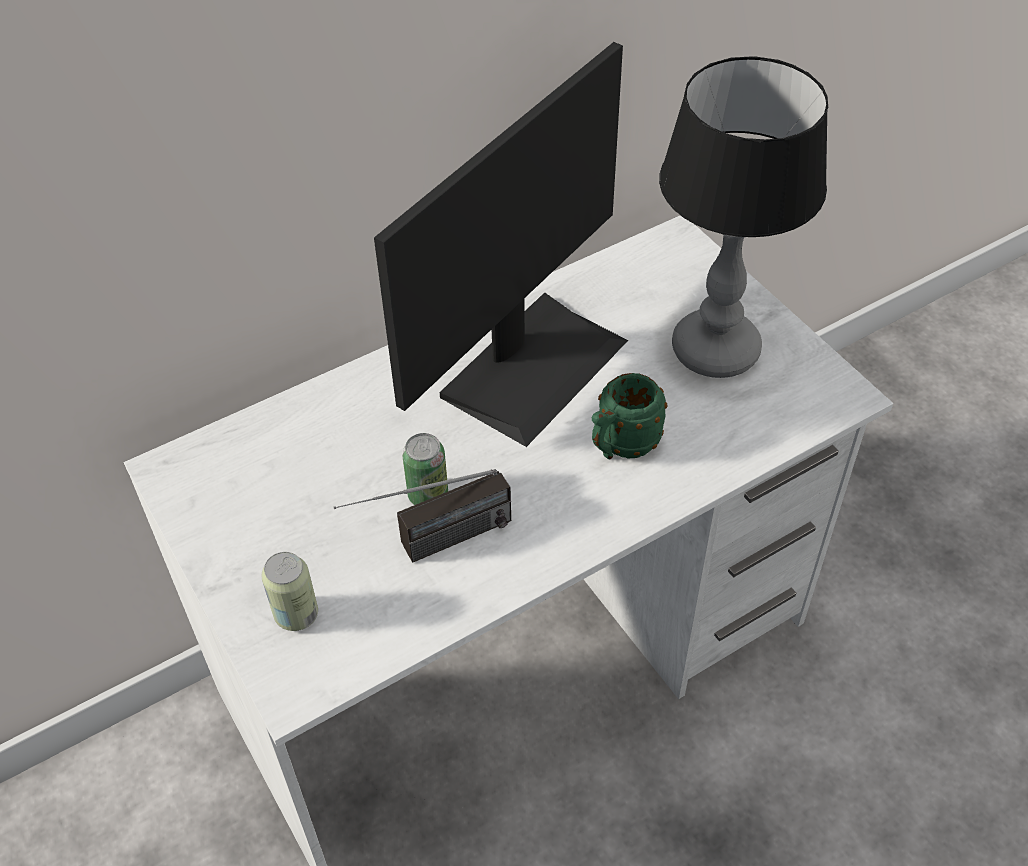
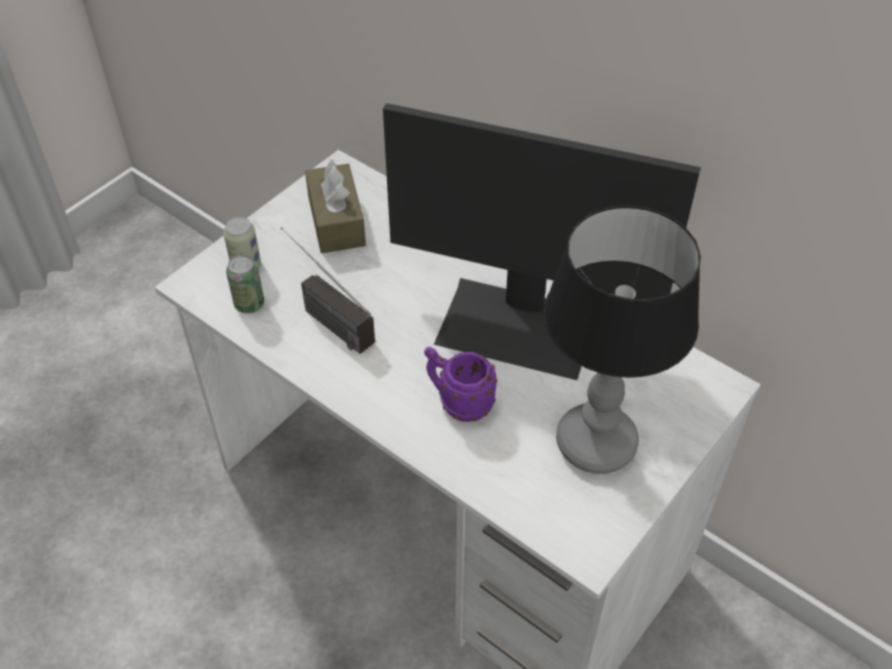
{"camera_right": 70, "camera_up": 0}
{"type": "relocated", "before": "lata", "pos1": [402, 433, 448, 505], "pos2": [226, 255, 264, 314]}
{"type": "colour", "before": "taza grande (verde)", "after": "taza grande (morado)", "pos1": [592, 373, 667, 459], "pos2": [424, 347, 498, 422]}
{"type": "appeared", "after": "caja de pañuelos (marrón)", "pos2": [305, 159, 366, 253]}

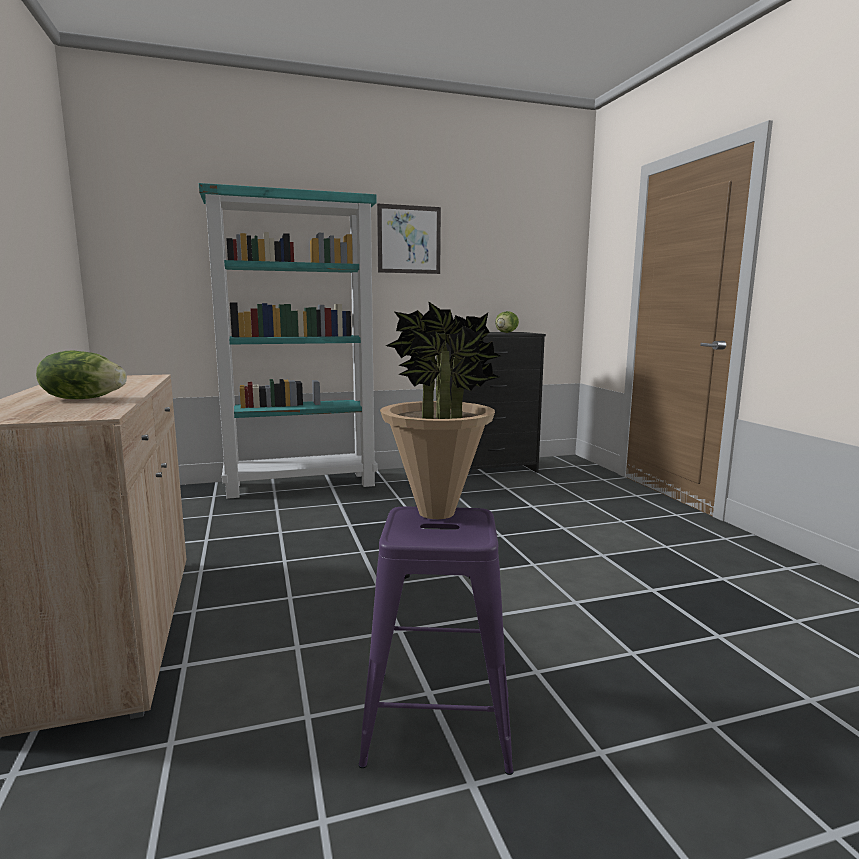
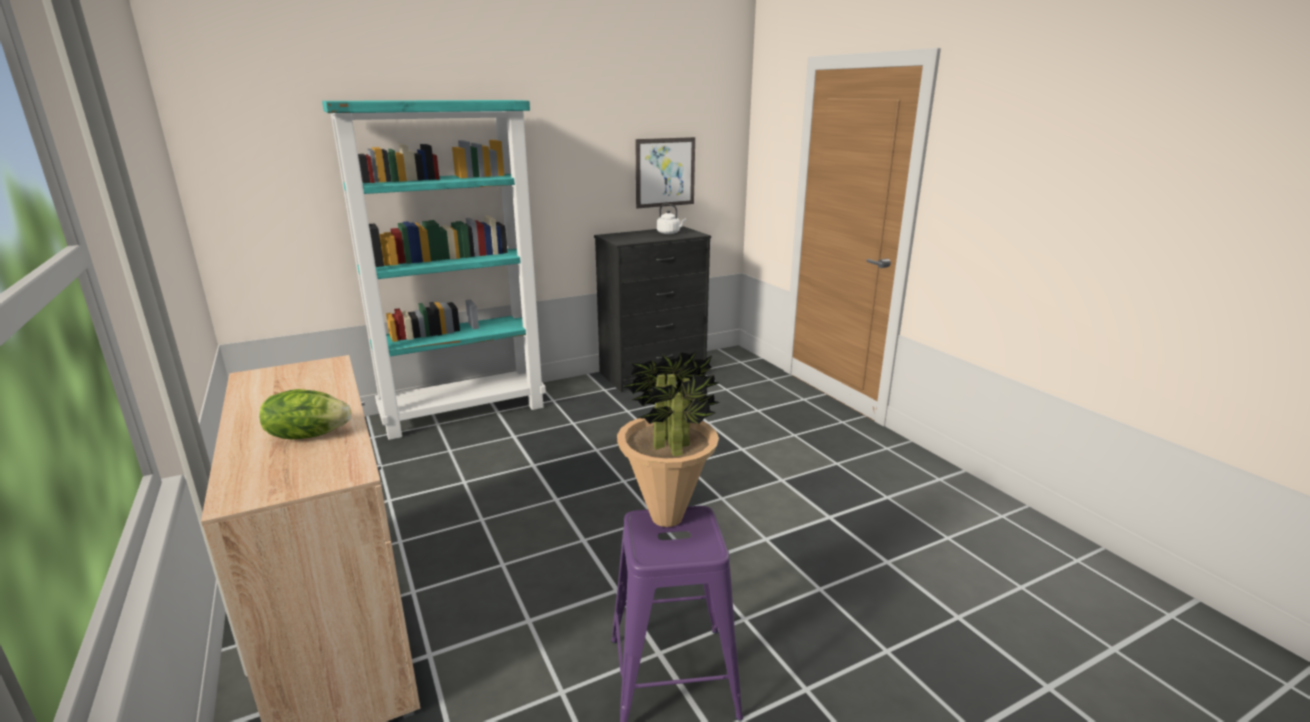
{"camera_right": -10, "camera_up": 10}
{"type": "relocated", "before": "cuadro", "pos1": [377, 203, 441, 274], "pos2": [635, 137, 695, 208]}
{"type": "exchanged", "before": "lechuga", "after": "hervidor (blanco)", "pos1": [496, 311, 519, 333], "pos2": [657, 204, 686, 234]}

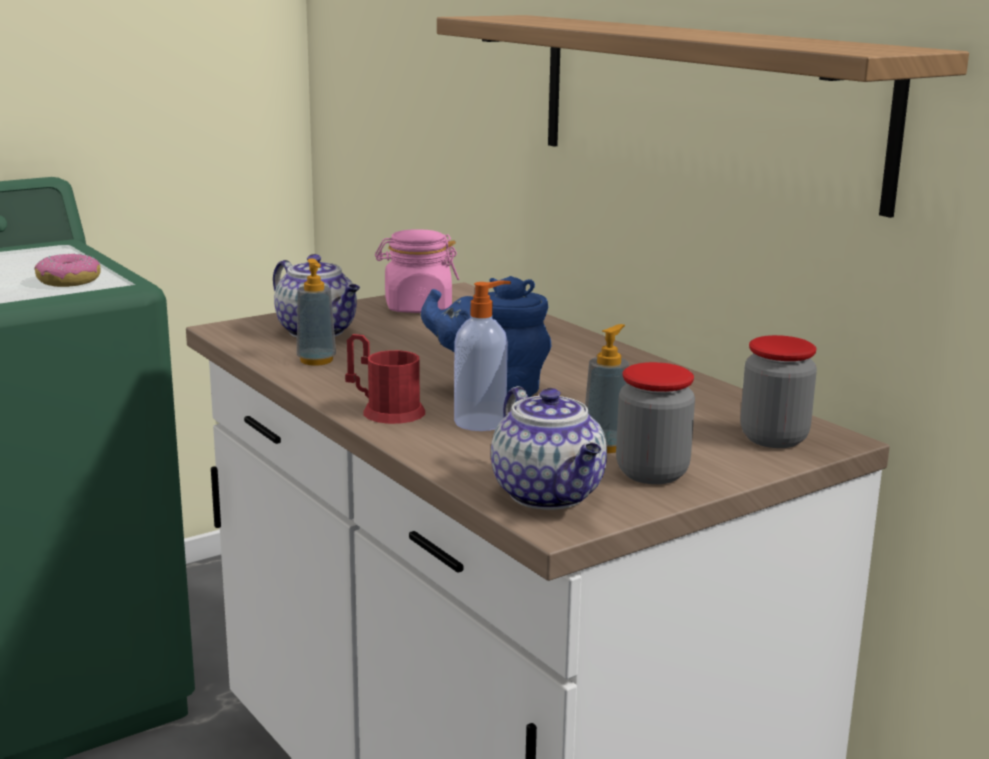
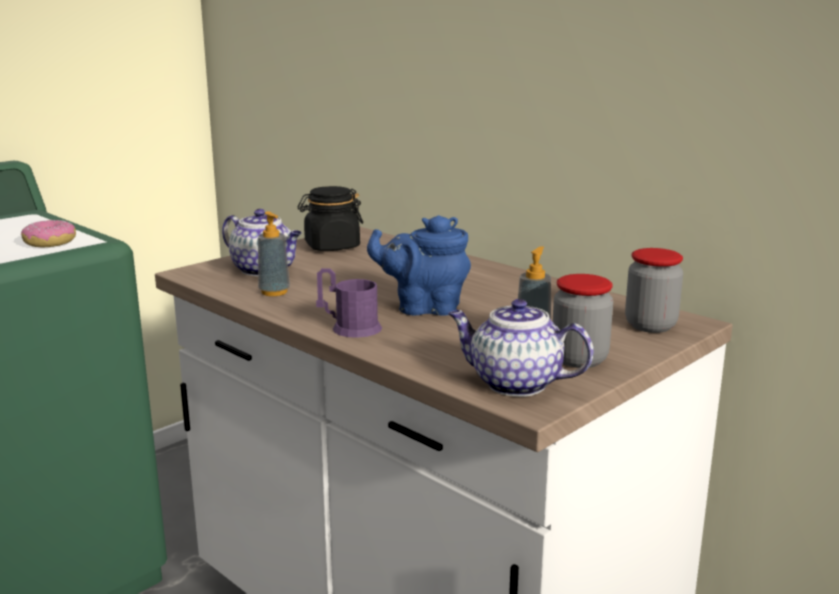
{"camera_right": -10, "camera_up": 0}
{"type": "colour", "before": "taza grande (rojo)", "after": "taza grande (morado)", "pos1": [345, 334, 425, 424], "pos2": [316, 268, 382, 338]}
{"type": "colour", "before": "tarro (rosa)", "after": "tarro (negro)", "pos1": [375, 229, 459, 313], "pos2": [298, 186, 363, 251]}
{"type": "missing", "before": "estante", "pos1": [437, 15, 969, 218]}
{"type": "missing", "before": "dispensador de jabón", "pos1": [454, 281, 511, 431]}
{"type": "spun", "before": "tetera", "pos1": [491, 386, 607, 510], "pos2": [448, 299, 594, 397], "turn": 150}

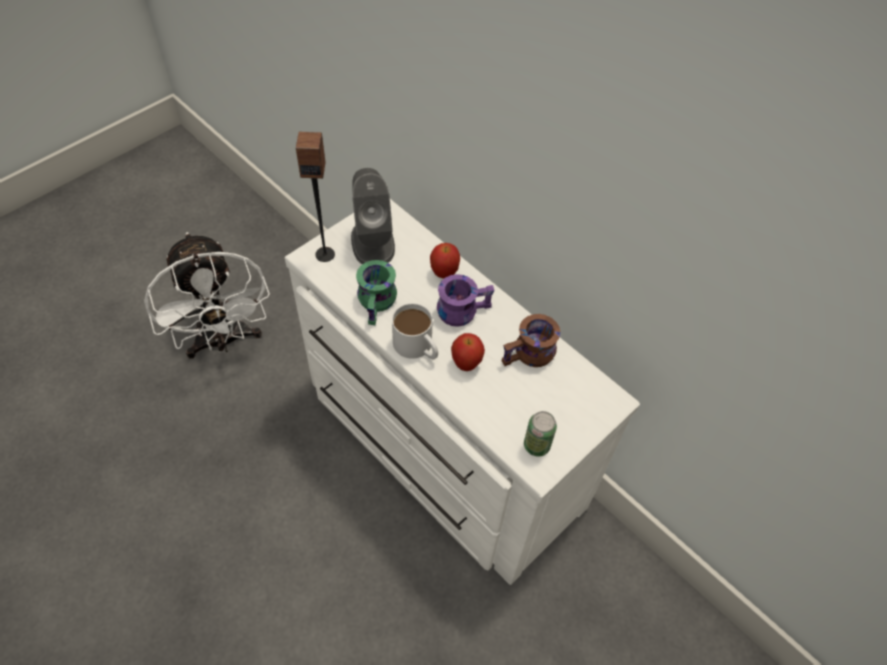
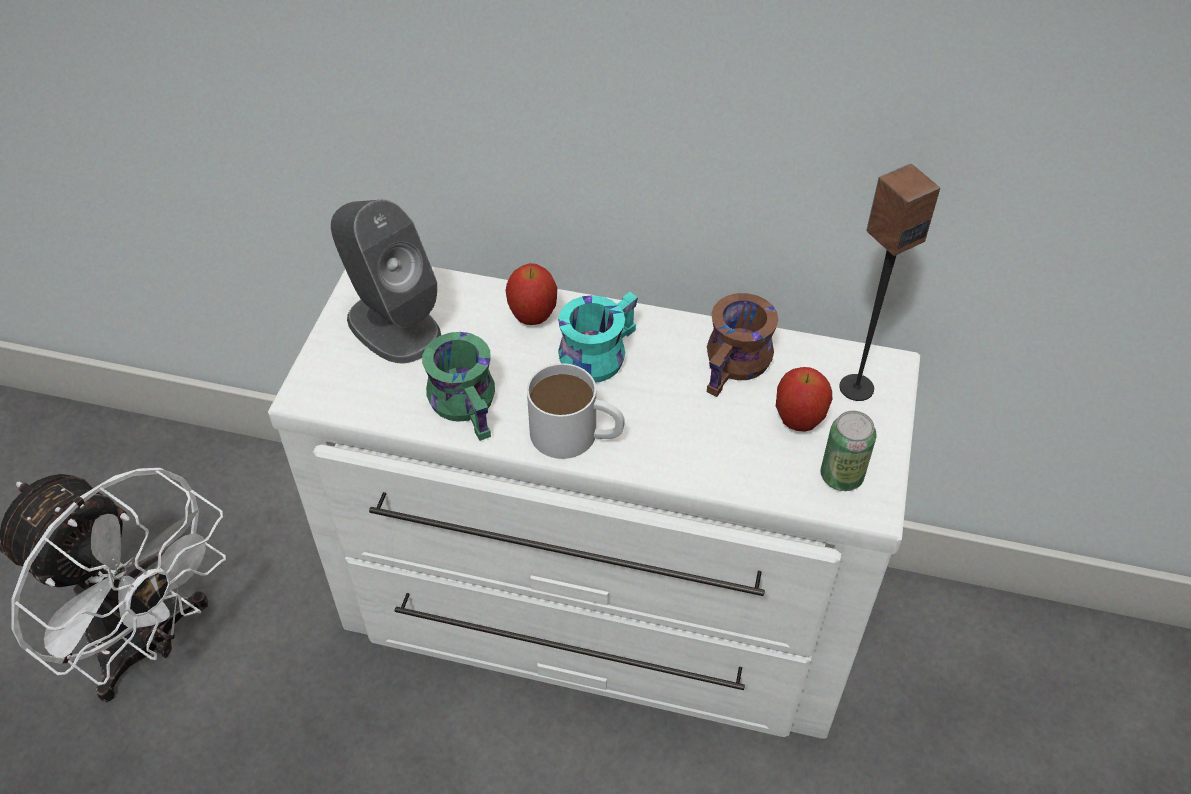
{"camera_right": -30, "camera_up": -5}
{"type": "relocated", "before": "altavoz", "pos1": [296, 131, 335, 262], "pos2": [839, 163, 940, 401]}
{"type": "colour", "before": "taza grande (morado)", "after": "taza grande (turquesa)", "pos1": [437, 274, 495, 327], "pos2": [558, 292, 638, 383]}
{"type": "relocated", "before": "manzana", "pos1": [451, 333, 485, 371], "pos2": [776, 367, 832, 432]}

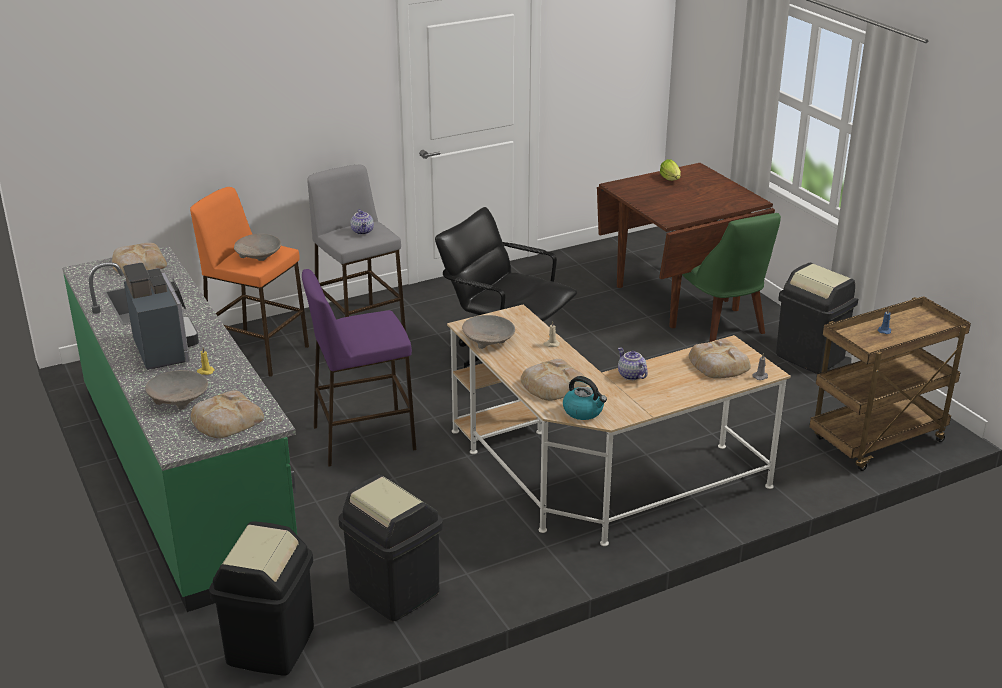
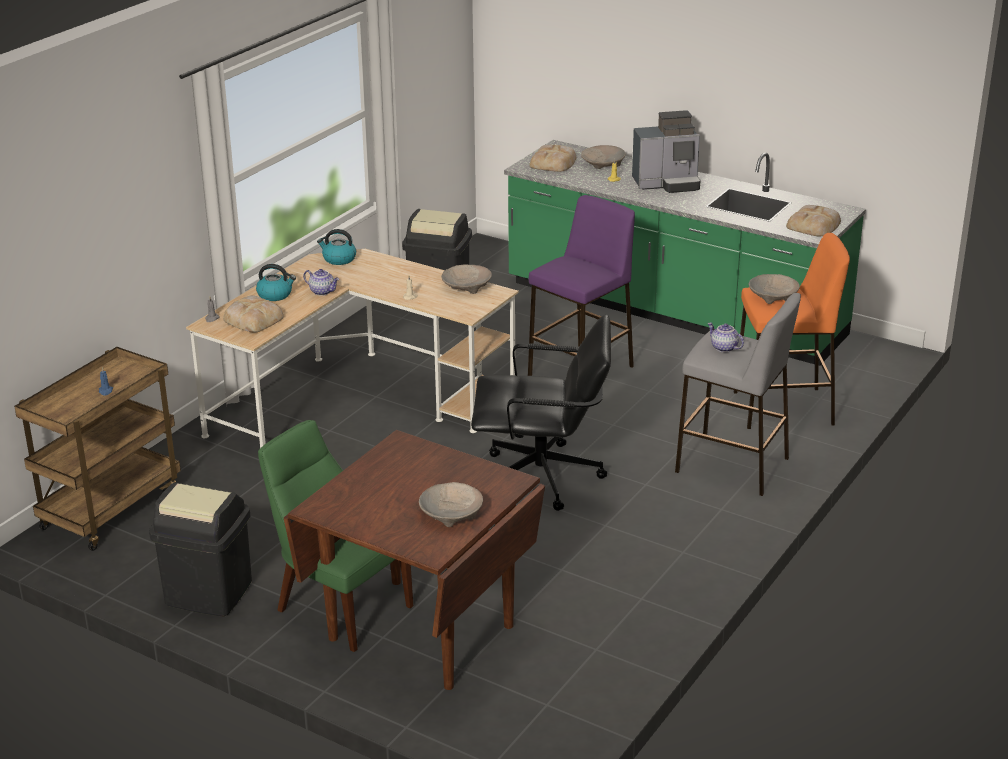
{"camera_right": 150, "camera_up": 0}
{"type": "spun", "before": "cafetera", "pos1": [123, 263, 199, 370], "pos2": [632, 110, 700, 193], "turn": -45}
{"type": "missing", "before": "papelera (negro)", "pos1": [209, 521, 314, 676]}
{"type": "missing", "before": "pan", "pos1": [521, 359, 587, 401]}
{"type": "exchanged", "before": "lechuga", "after": "cuenco (beis)", "pos1": [660, 159, 681, 181], "pos2": [419, 482, 483, 527]}
{"type": "appeared", "after": "hervidor", "pos2": [256, 264, 296, 301]}

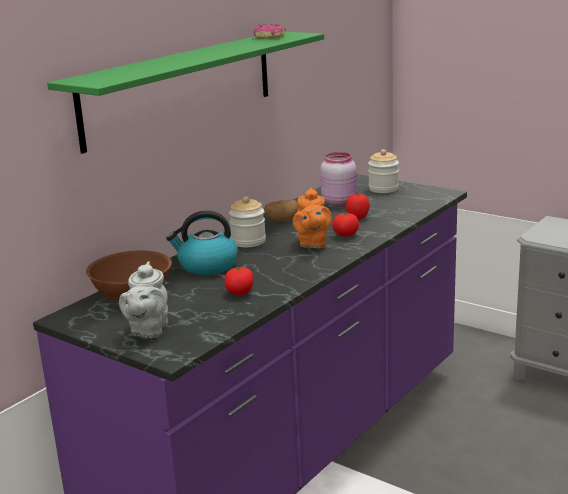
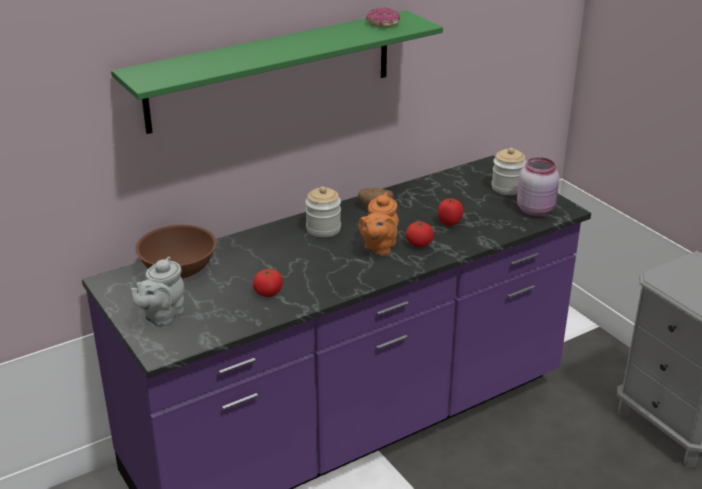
{"camera_right": 20, "camera_up": 10}
{"type": "missing", "before": "hervidor", "pos1": [166, 211, 238, 275]}
{"type": "relocated", "before": "tarro (rosa)", "pos1": [320, 152, 357, 206], "pos2": [517, 157, 559, 216]}

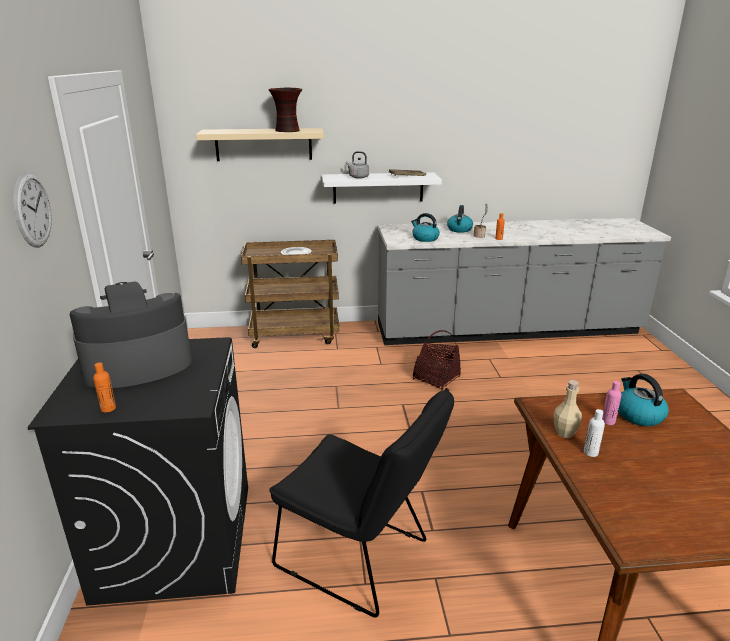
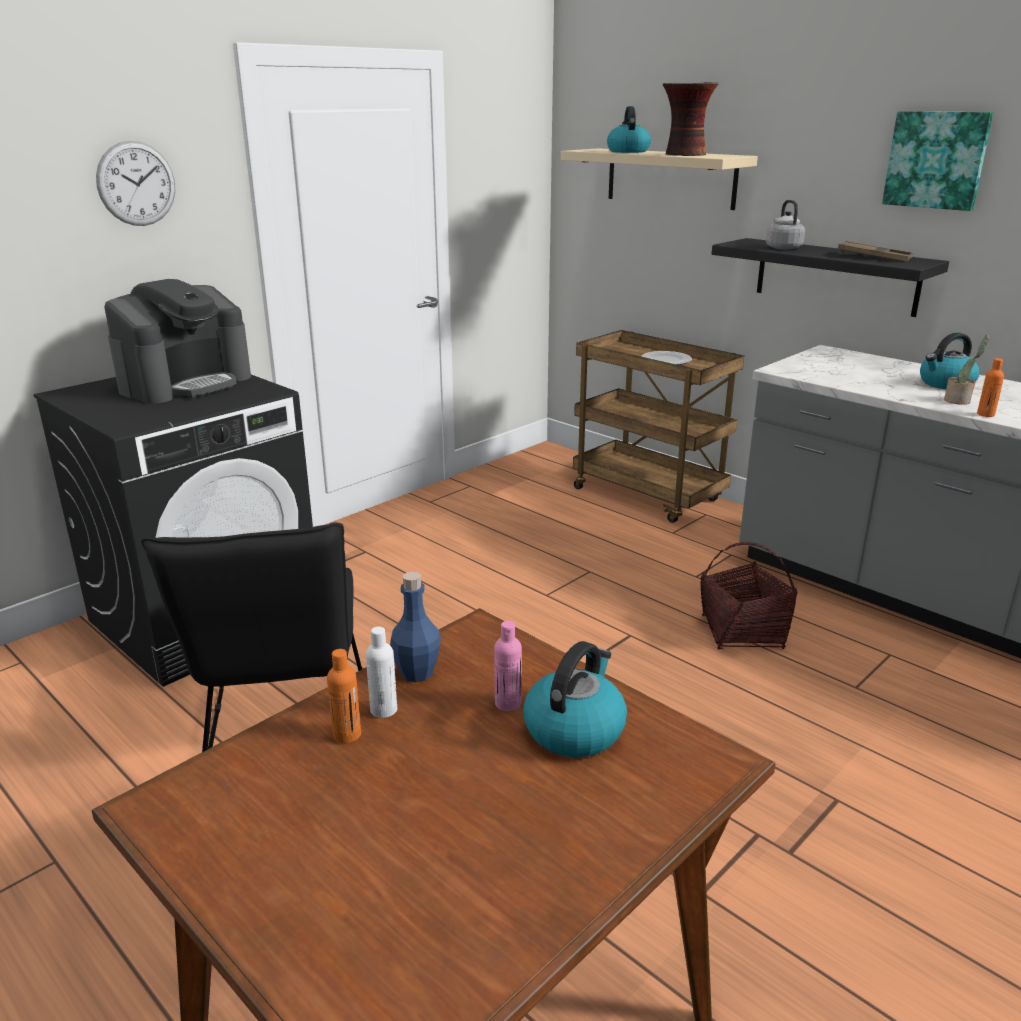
{"camera_right": 50, "camera_up": 0}
{"type": "spun", "before": "cafetera", "pos1": [70, 281, 192, 388], "pos2": [104, 279, 251, 404], "turn": 105}
{"type": "relocated", "before": "botella (naranja)", "pos1": [93, 363, 116, 413], "pos2": [327, 649, 361, 743]}
{"type": "colour", "before": "estante (blanco)", "after": "estante (negro)", "pos1": [322, 172, 442, 204], "pos2": [712, 238, 949, 317]}
{"type": "relocated", "before": "hervidor", "pos1": [411, 213, 440, 242], "pos2": [607, 106, 651, 153]}
{"type": "colour", "before": "botella (beis)", "after": "botella (azul)", "pos1": [554, 380, 582, 438], "pos2": [390, 572, 441, 682]}
{"type": "appeared", "after": "cuadro", "pos2": [882, 111, 993, 211]}

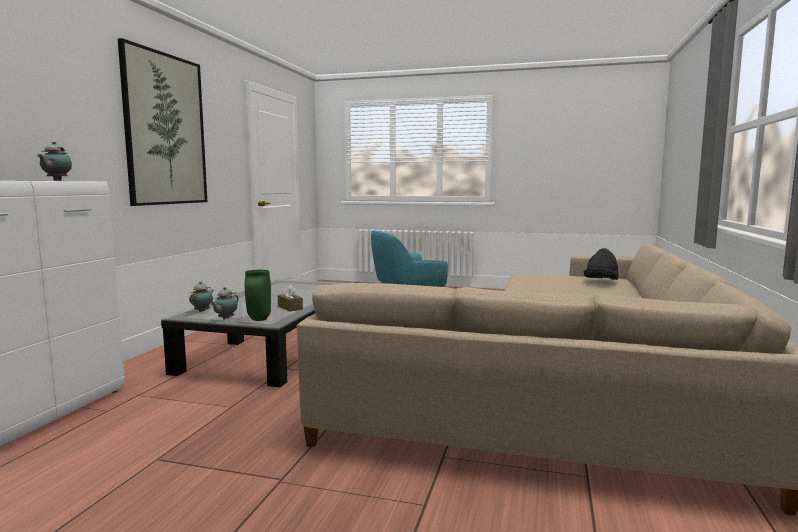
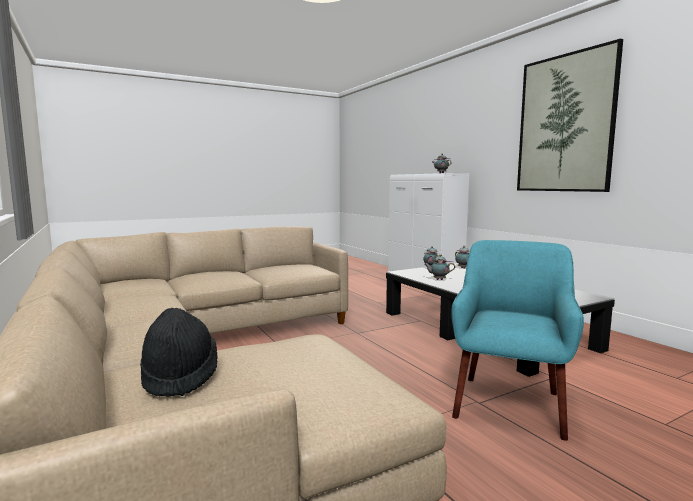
{"camera_right": 135, "camera_up": 0}
{"type": "missing", "before": "florero (verde)", "pos1": [245, 270, 271, 321]}
{"type": "exchanged", "before": "caja de pañuelos (marrón)", "after": "tetera", "pos1": [278, 285, 303, 311], "pos2": [424, 254, 455, 280]}

